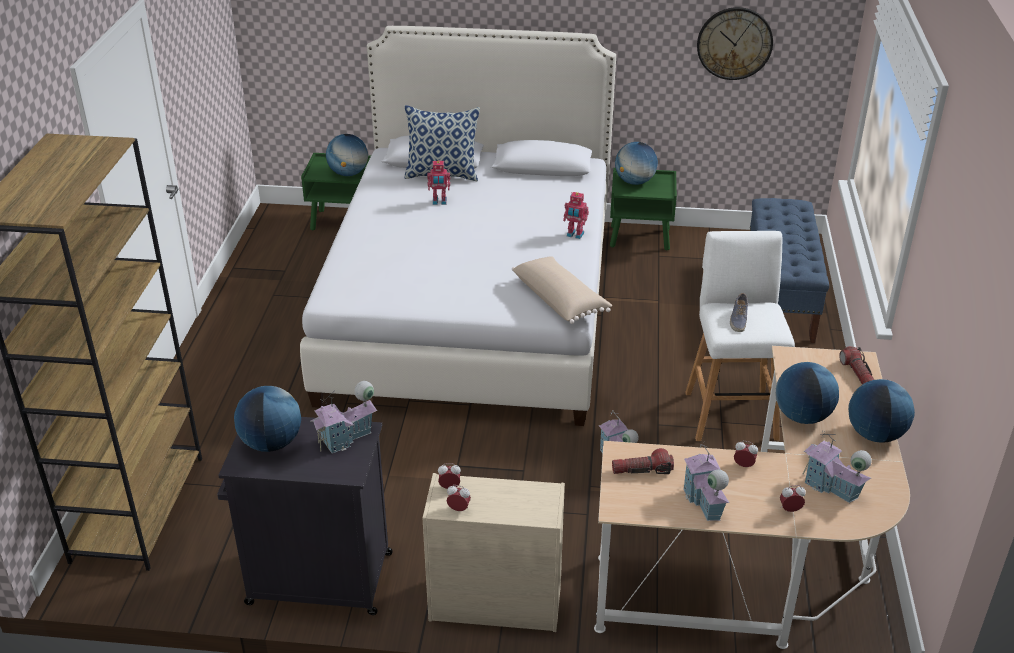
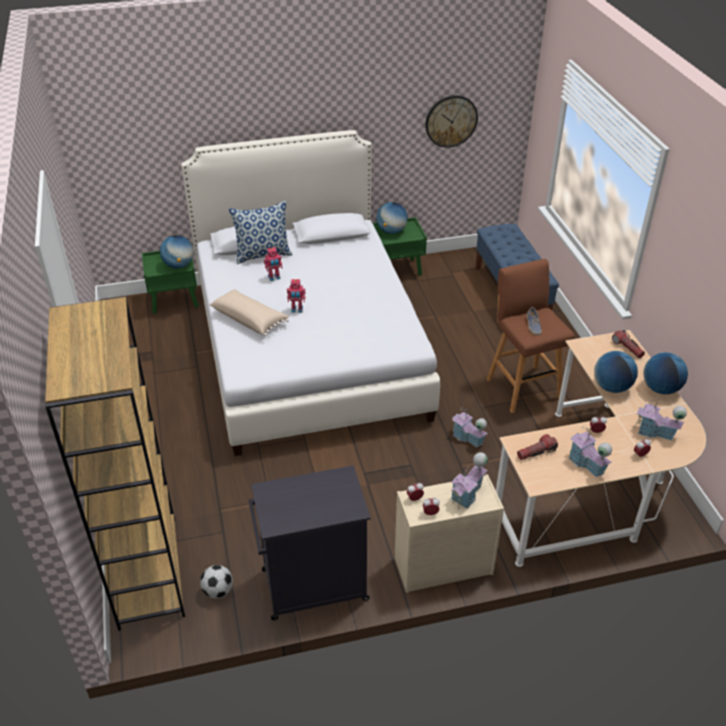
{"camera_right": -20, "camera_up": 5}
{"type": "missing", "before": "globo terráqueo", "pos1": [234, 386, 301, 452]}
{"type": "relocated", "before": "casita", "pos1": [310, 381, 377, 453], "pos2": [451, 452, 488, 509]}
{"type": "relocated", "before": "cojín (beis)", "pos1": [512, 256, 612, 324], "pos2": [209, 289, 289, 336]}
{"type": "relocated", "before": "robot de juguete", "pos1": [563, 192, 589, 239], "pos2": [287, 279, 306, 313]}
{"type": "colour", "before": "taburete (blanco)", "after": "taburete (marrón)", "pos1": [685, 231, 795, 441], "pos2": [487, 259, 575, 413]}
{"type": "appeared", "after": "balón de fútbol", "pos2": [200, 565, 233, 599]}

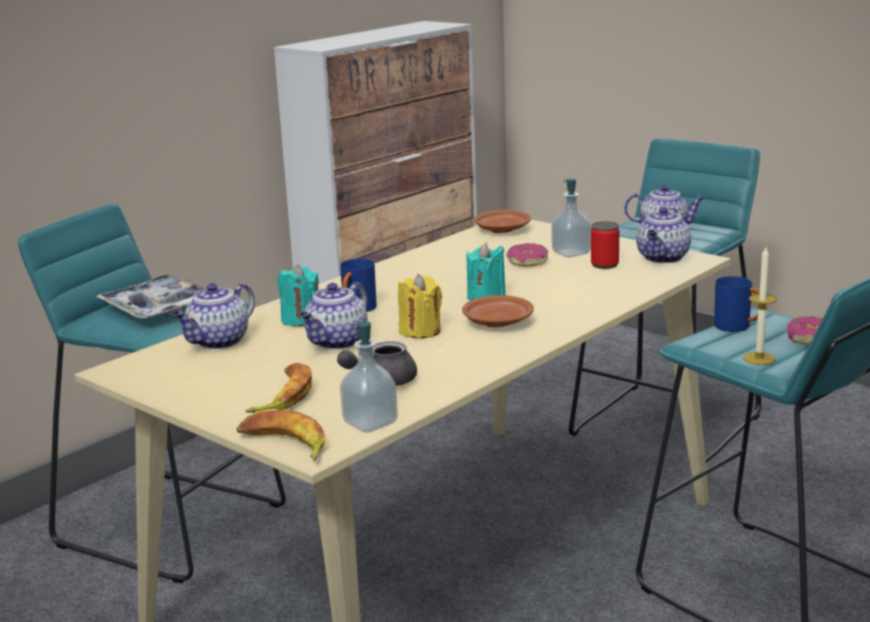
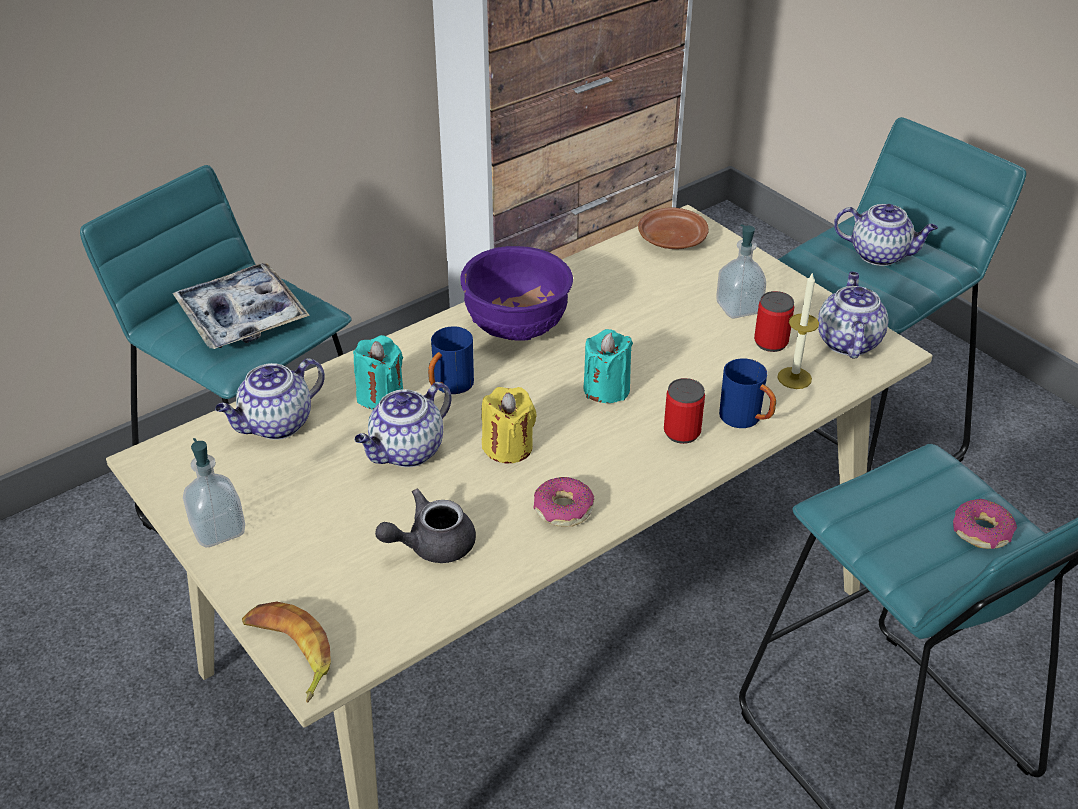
{"camera_right": 10, "camera_up": 20}
{"type": "missing", "before": "plátano", "pos1": [245, 363, 312, 413]}
{"type": "relocated", "before": "dispensador de jabón", "pos1": [340, 321, 398, 433], "pos2": [183, 438, 245, 548]}
{"type": "missing", "before": "plato (marrón)", "pos1": [462, 295, 534, 327]}
{"type": "relocated", "before": "rosquilla", "pos1": [506, 243, 548, 267], "pos2": [533, 477, 594, 527]}
{"type": "spun", "before": "tetera", "pos1": [636, 207, 691, 263], "pos2": [818, 271, 888, 358], "turn": 150}
{"type": "relocated", "before": "taza grande (azul)", "pos1": [714, 276, 760, 332], "pos2": [719, 358, 776, 428]}
{"type": "relocated", "before": "vela", "pos1": [743, 247, 777, 365], "pos2": [777, 272, 819, 389]}
{"type": "appeared", "after": "cuenco (morado)", "pos2": [460, 246, 573, 341]}
{"type": "appeared", "after": "lata", "pos2": [664, 378, 705, 444]}

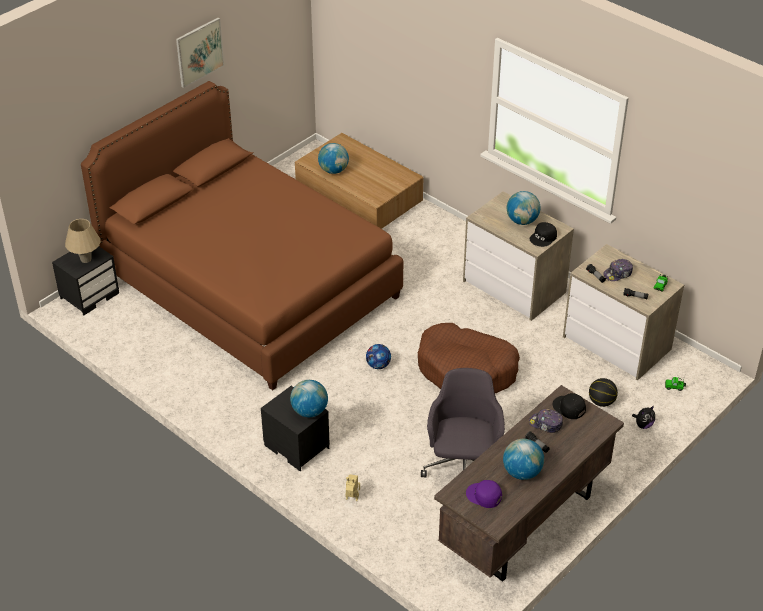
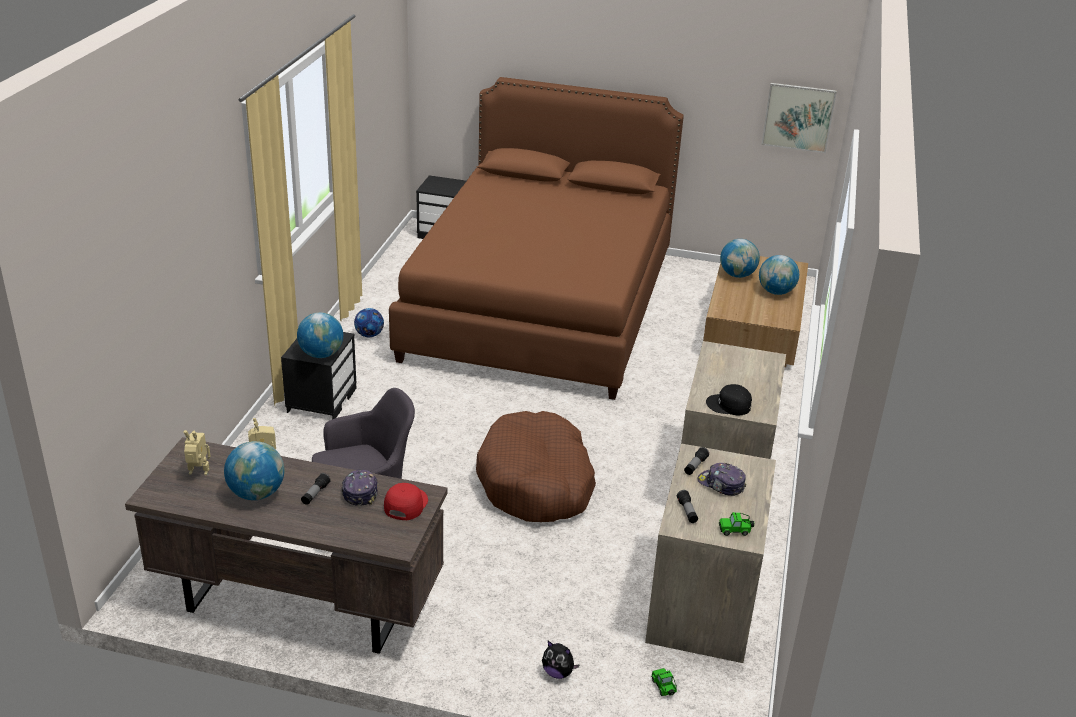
{"camera_right": 60, "camera_up": -10}
{"type": "missing", "before": "lámpara de mesa (beis)", "pos1": [65, 219, 101, 263]}
{"type": "relocated", "before": "cuadro", "pos1": [176, 18, 224, 88], "pos2": [761, 83, 837, 153]}
{"type": "relocated", "before": "balón de fútbol", "pos1": [366, 344, 391, 369], "pos2": [354, 308, 384, 337]}
{"type": "exchanged", "before": "gorra (morado)", "after": "robot de juguete", "pos1": [466, 480, 502, 508], "pos2": [184, 430, 210, 475]}
{"type": "relocated", "before": "globo terráqueo", "pos1": [507, 191, 540, 225], "pos2": [759, 255, 799, 295]}
{"type": "colour", "before": "gorra (negro)", "after": "gorra (rojo)", "pos1": [553, 393, 586, 419], "pos2": [384, 483, 428, 520]}
{"type": "missing", "before": "balón de baloncesto", "pos1": [589, 378, 618, 407]}

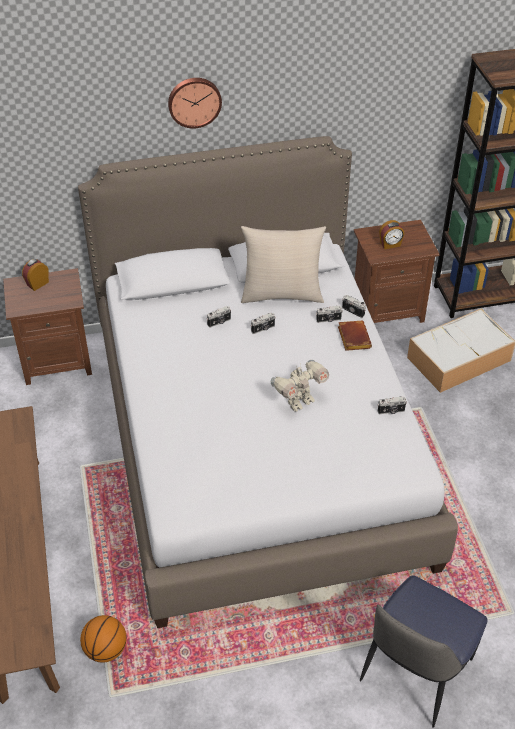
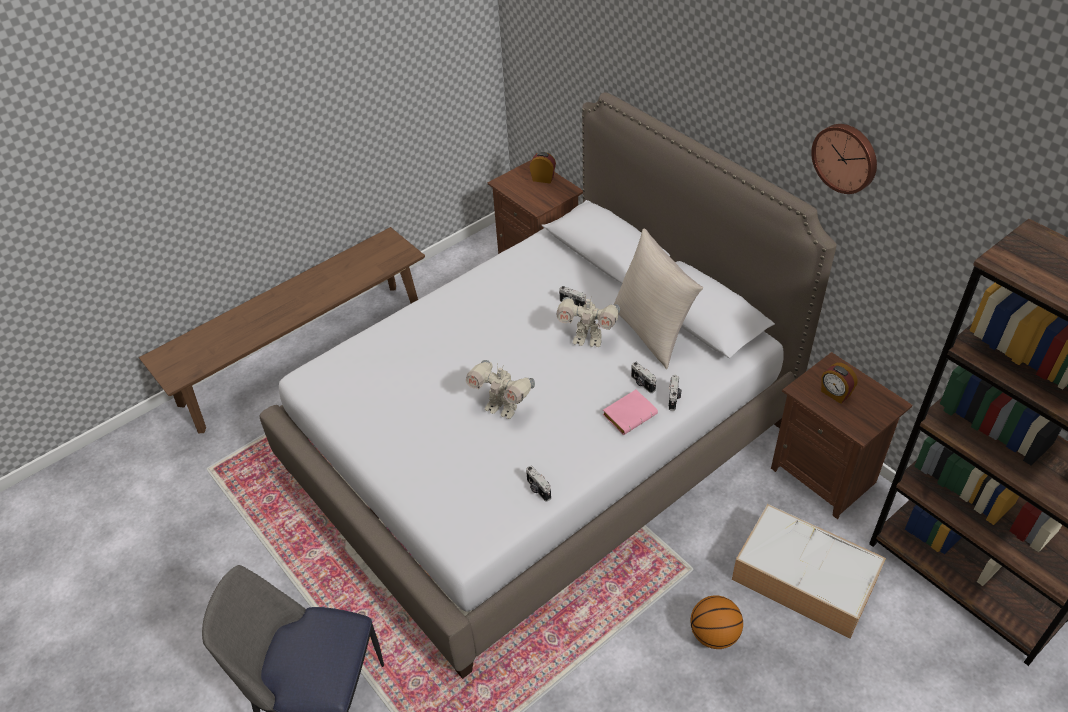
{"camera_right": 65, "camera_up": 0}
{"type": "relocated", "before": "balón de baloncesto", "pos1": [80, 615, 127, 663], "pos2": [690, 595, 743, 649]}
{"type": "relocated", "before": "reloj de pared", "pos1": [168, 78, 222, 129], "pos2": [811, 124, 877, 194]}
{"type": "exchanged", "before": "cámara", "after": "robot de juguete", "pos1": [251, 312, 275, 334], "pos2": [557, 295, 620, 347]}
{"type": "colour", "before": "libro (marrón)", "after": "libro (rosa)", "pos1": [338, 321, 372, 351], "pos2": [602, 390, 658, 435]}

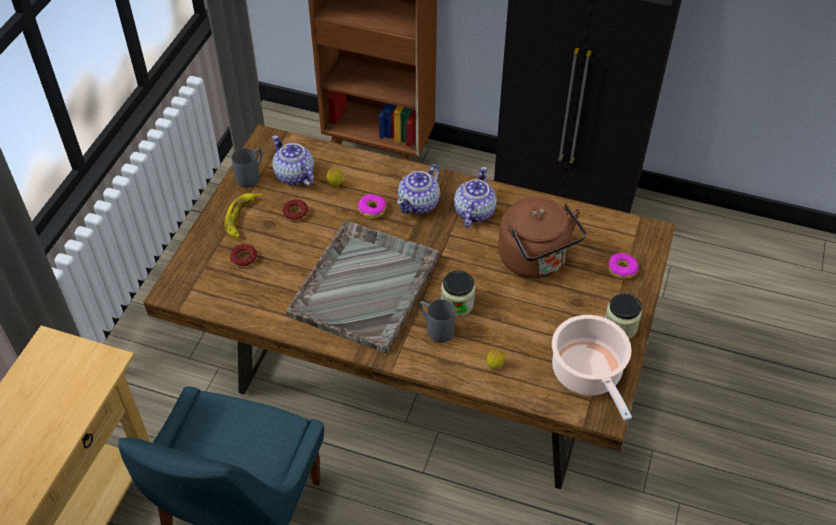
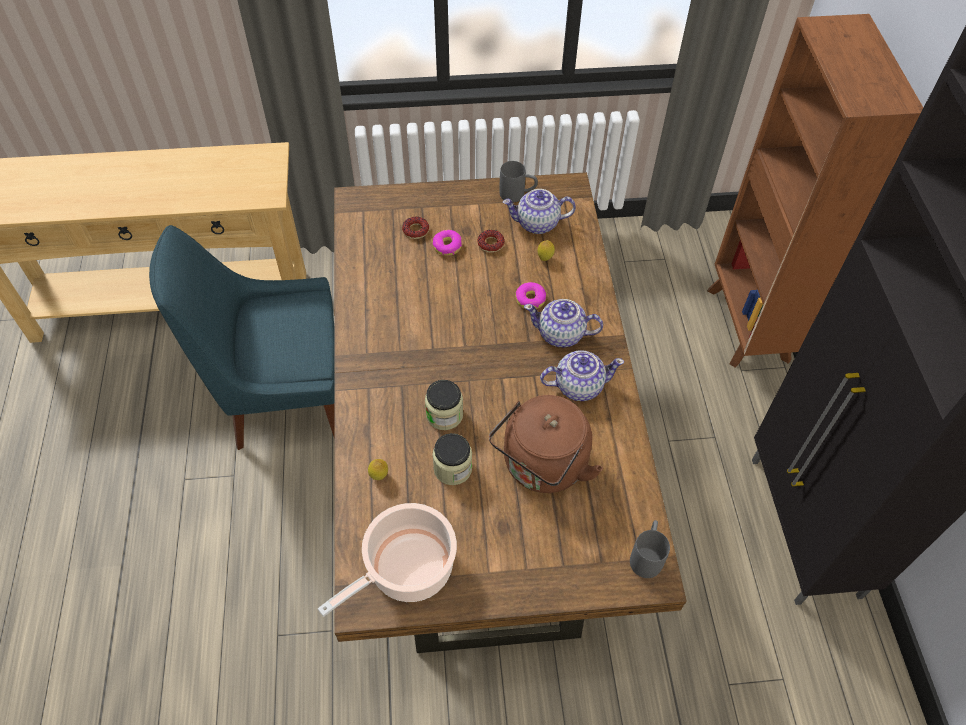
{"camera_right": 65, "camera_up": 5}
{"type": "missing", "before": "plátano", "pos1": [225, 193, 262, 238]}
{"type": "spun", "before": "tetera", "pos1": [272, 135, 314, 186], "pos2": [503, 189, 576, 234], "turn": -120}
{"type": "missing", "before": "bandeja (gris)", "pos1": [286, 221, 439, 353]}
{"type": "relocated", "before": "taza grande (gris)", "pos1": [419, 299, 455, 343], "pos2": [630, 520, 670, 578]}
{"type": "relocated", "before": "tarro", "pos1": [605, 293, 642, 339], "pos2": [433, 433, 472, 485]}
{"type": "relocated", "before": "rosquilla", "pos1": [608, 253, 639, 279], "pos2": [433, 230, 462, 256]}

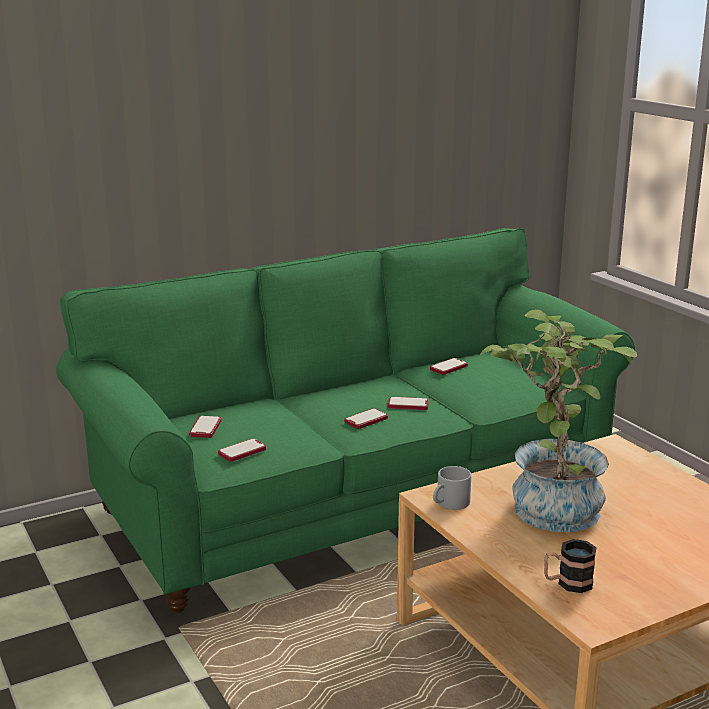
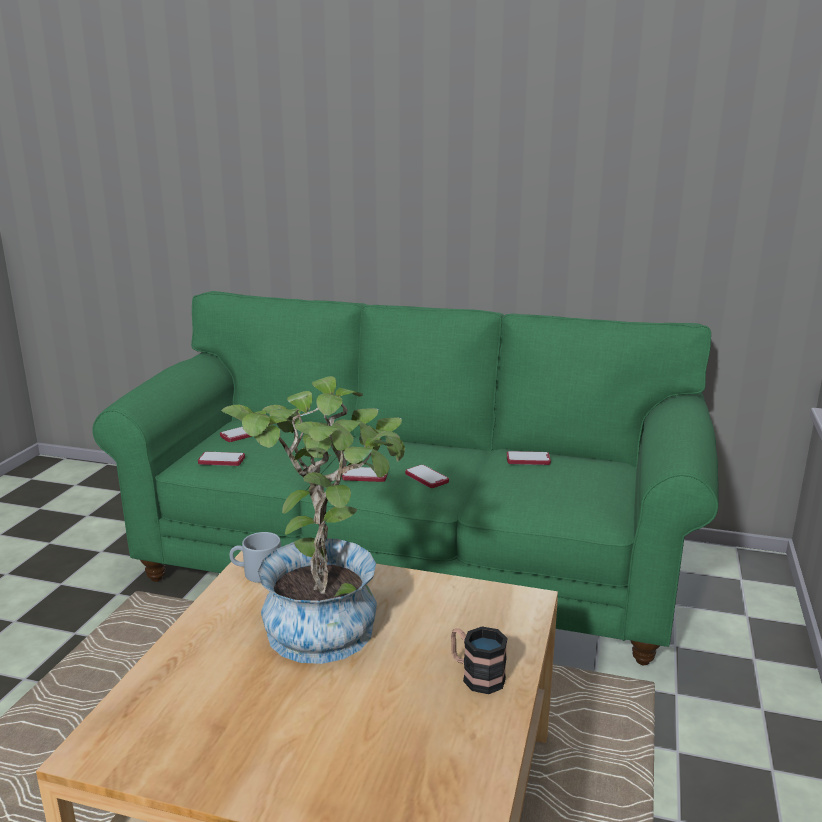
{"camera_right": 45, "camera_up": 0}
{"type": "relocated", "before": "taza grande", "pos1": [544, 539, 597, 593], "pos2": [451, 627, 508, 694]}

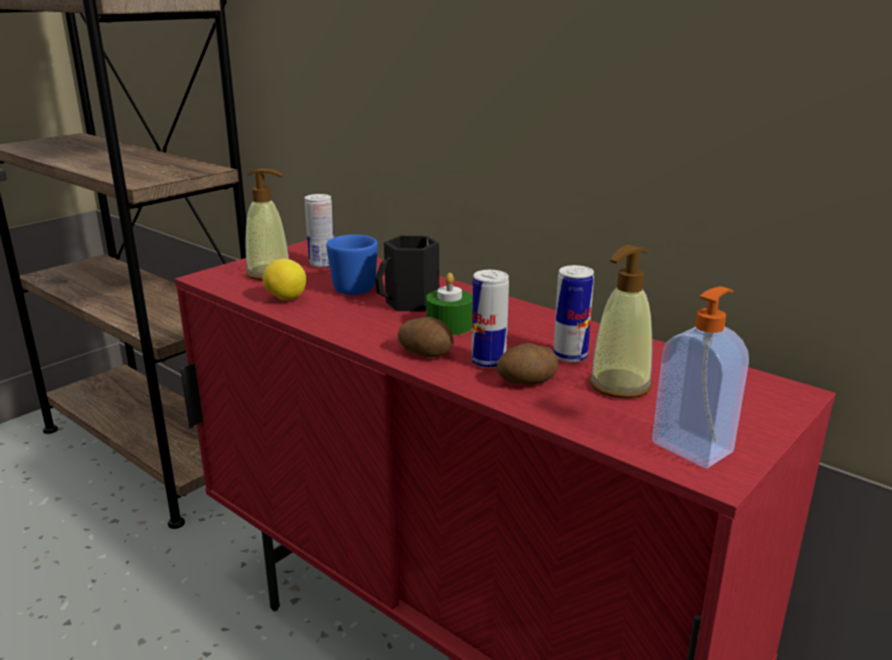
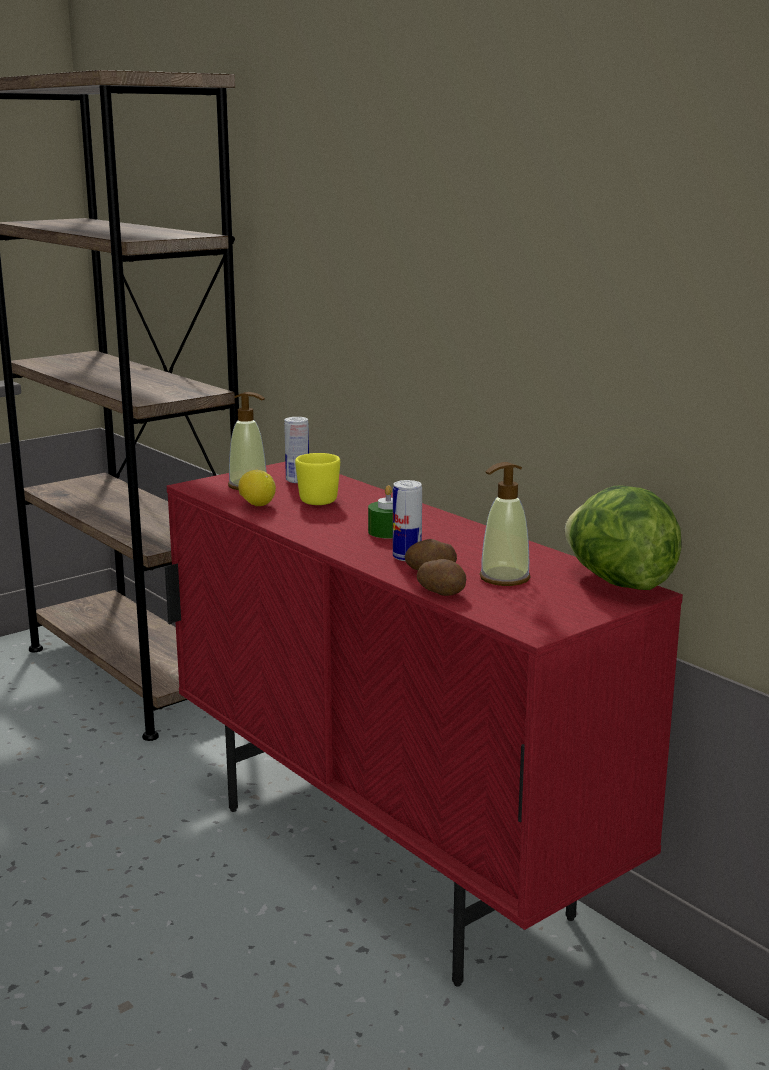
{"camera_right": 10, "camera_up": -5}
{"type": "colour", "before": "taza grande (azul)", "after": "taza grande (amarillo)", "pos1": [326, 235, 378, 295], "pos2": [295, 453, 340, 505]}
{"type": "missing", "before": "taza grande (negro)", "pos1": [375, 236, 439, 312]}
{"type": "relocated", "before": "patata", "pos1": [398, 317, 454, 358], "pos2": [417, 559, 466, 596]}
{"type": "missing", "before": "lata", "pos1": [553, 265, 594, 363]}
{"type": "missing", "before": "dispensador de jabón", "pos1": [652, 286, 749, 468]}
{"type": "appeared", "after": "lechuga", "pos2": [565, 485, 682, 590]}

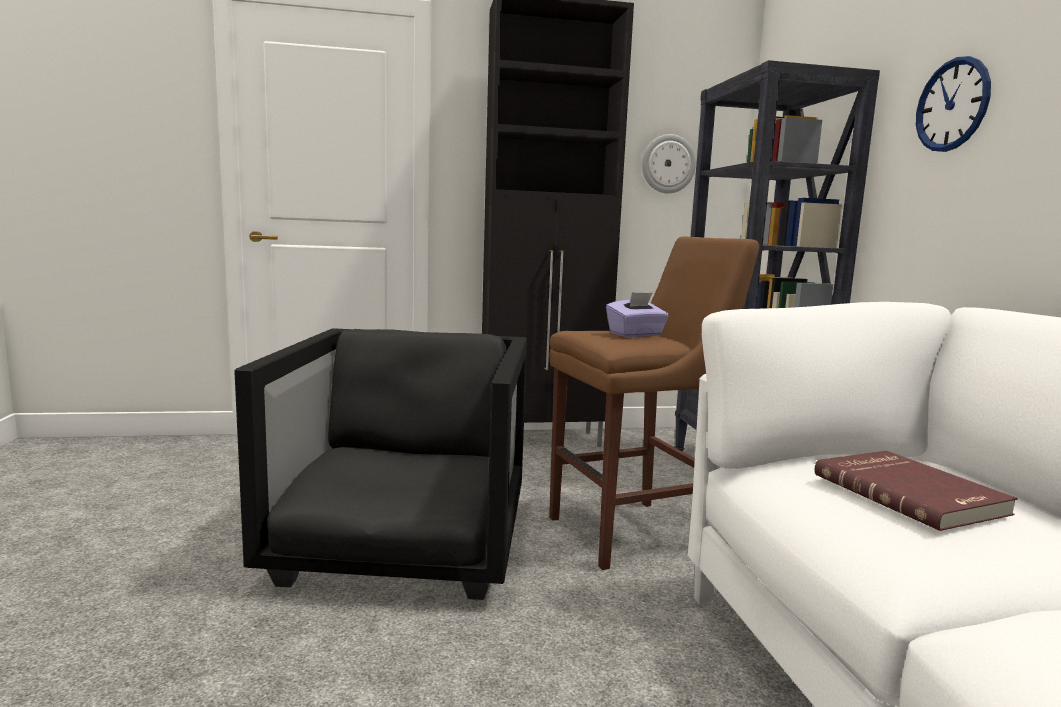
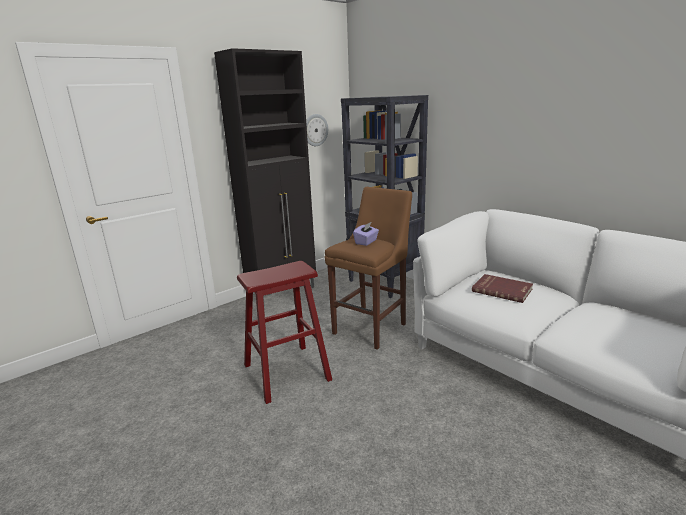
{"camera_right": -30, "camera_up": 10}
{"type": "exchanged", "before": "sillón (negro)", "after": "taburete (rojo)", "pos1": [234, 328, 527, 600], "pos2": [237, 261, 332, 404]}
{"type": "missing", "before": "reloj de pared", "pos1": [916, 56, 991, 152]}

